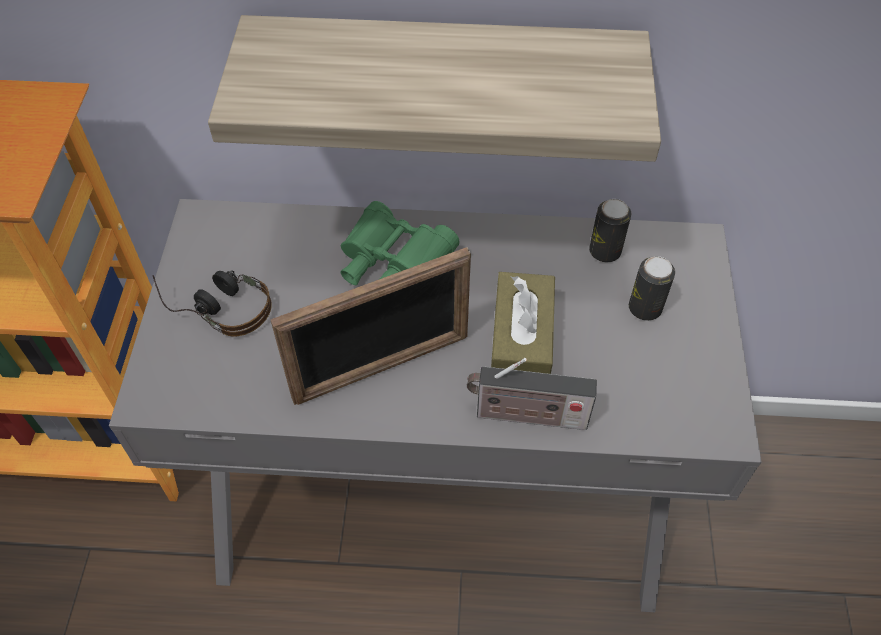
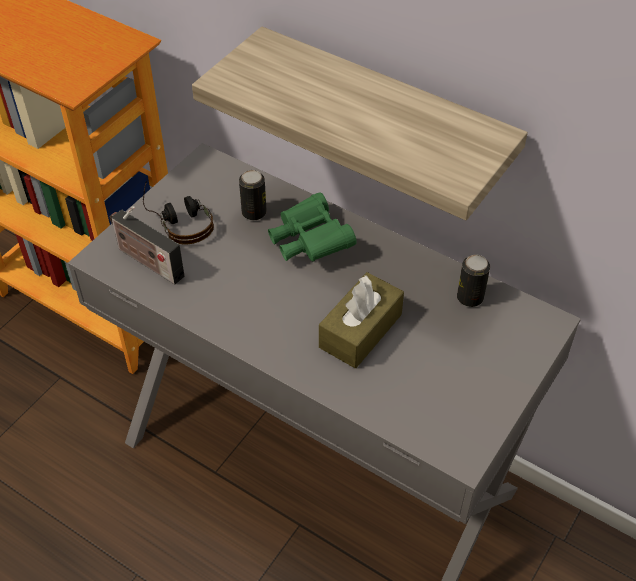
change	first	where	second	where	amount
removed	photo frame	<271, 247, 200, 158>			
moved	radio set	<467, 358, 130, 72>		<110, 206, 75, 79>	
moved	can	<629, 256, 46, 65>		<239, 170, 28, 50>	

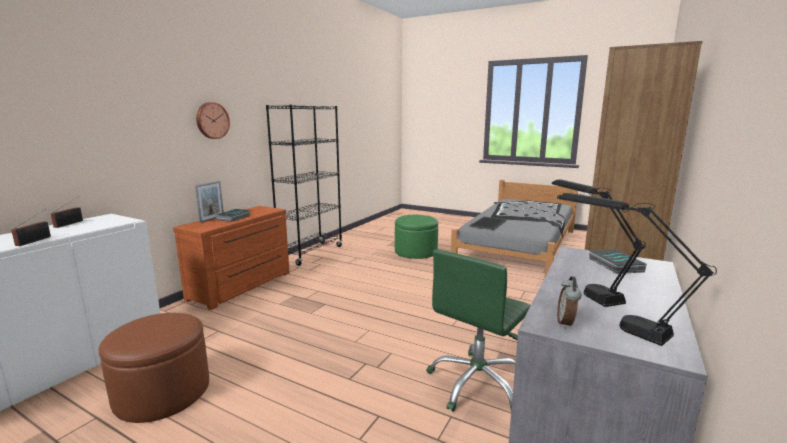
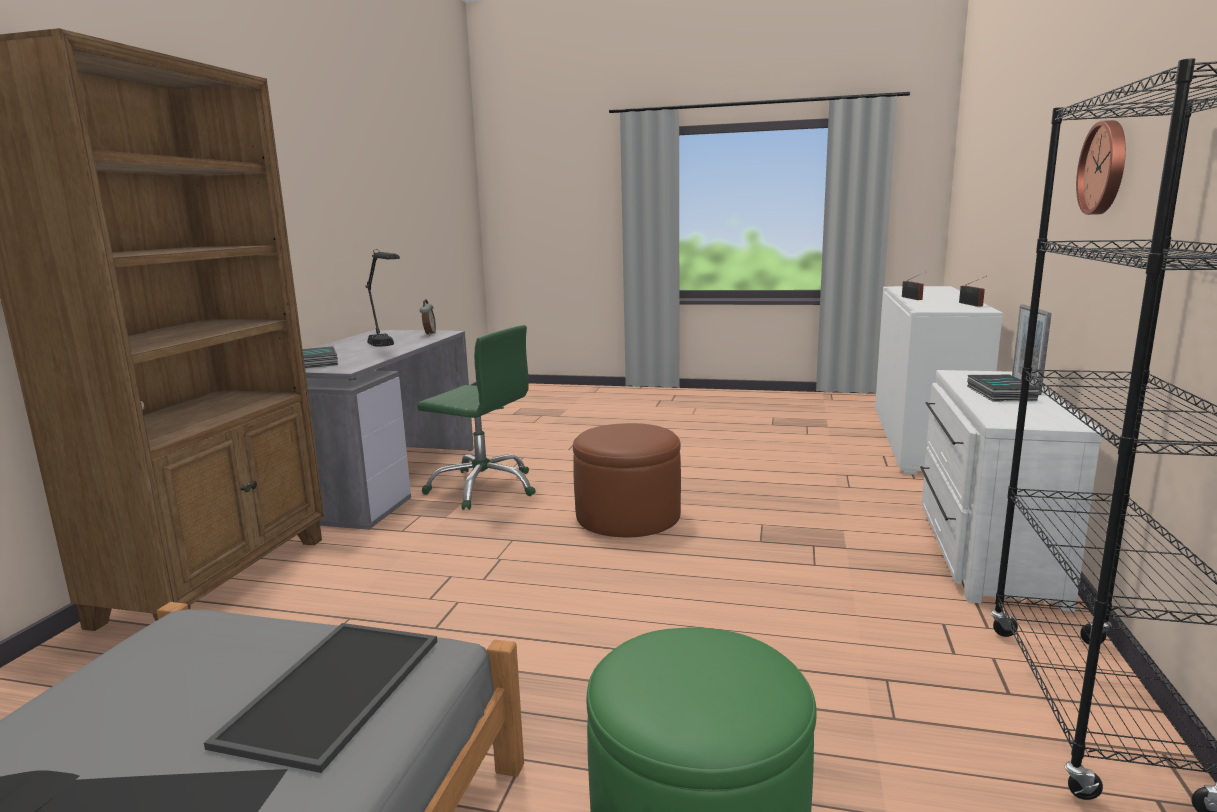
change	first	where	second	where	amount
removed	lamp for a table (blackish)	<557, 193, 160, 153>			
moved	pouffe (brownish)	<99, 313, 110, 110>		<573, 423, 108, 114>	
recoloured	dresser (brownish)	<173, 206, 117, 104>	dresser (white)	<920, 370, 184, 242>	
turned	computer chair (green)	<427, 249, 104, 163>		<417, 325, 119, 185>	90 degrees clockwise

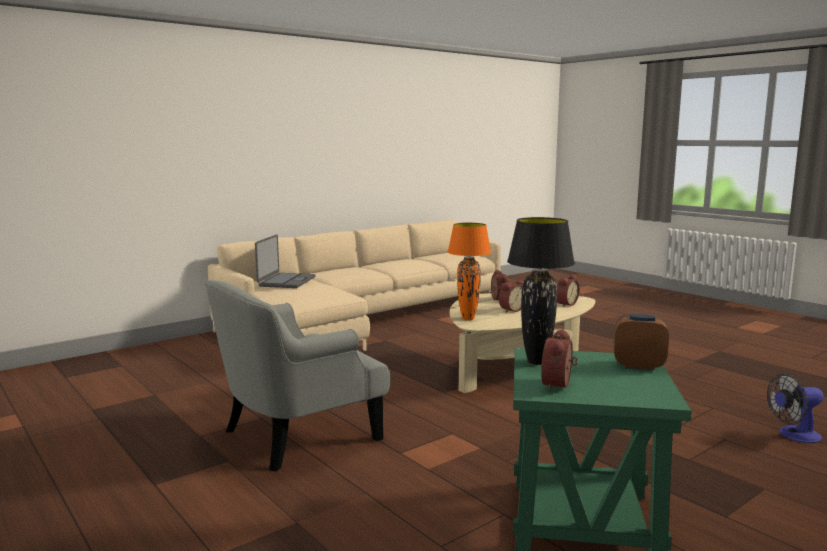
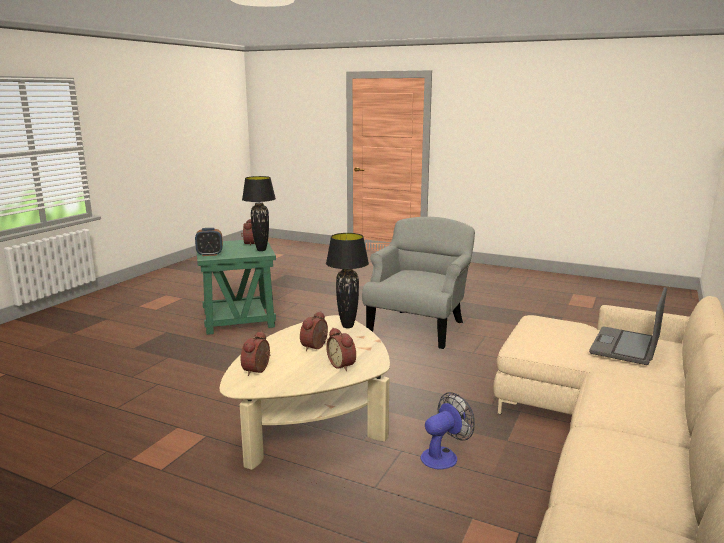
change	first	where	second	where	amount
moved	electric fan	<767, 373, 57, 70>		<420, 392, 55, 77>	
recoloured	lamp for a table (orange-coloured)	<448, 223, 43, 97>	lamp for a table (blackish)	<326, 233, 43, 95>	
turned	laptop	<255, 234, 60, 54>		<589, 287, 78, 78>	45 degrees clockwise

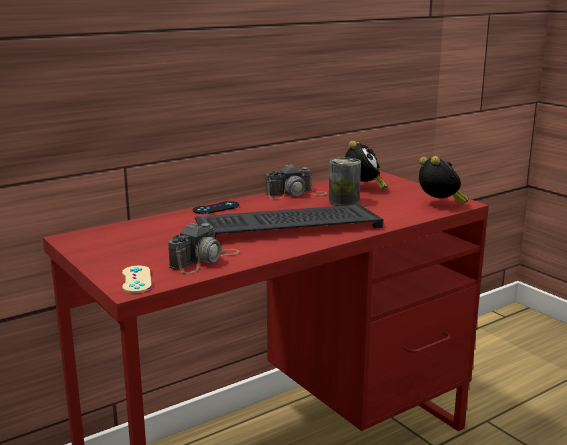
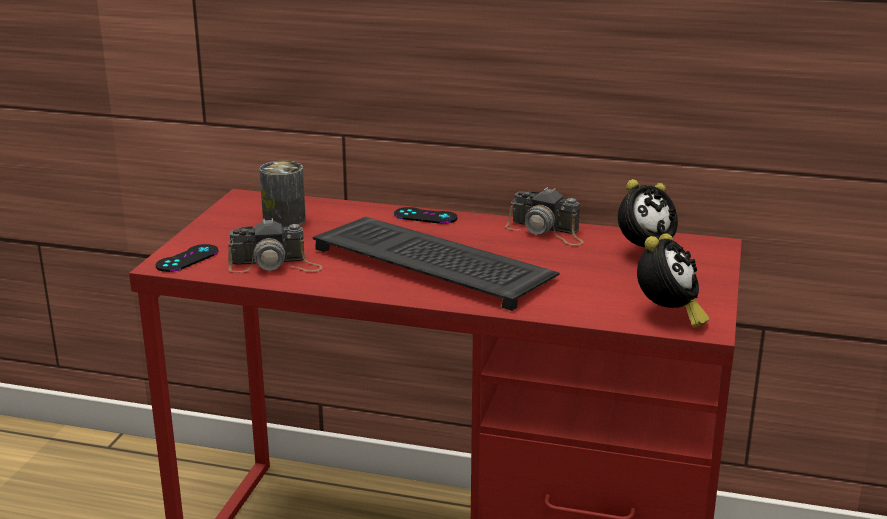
change	first	where	second	where	amount
moved	can	<329, 158, 32, 48>		<259, 161, 47, 66>	
recoloured	game controller (beige-coloured)	<122, 266, 30, 27>	game controller (blackish)	<155, 244, 64, 28>	

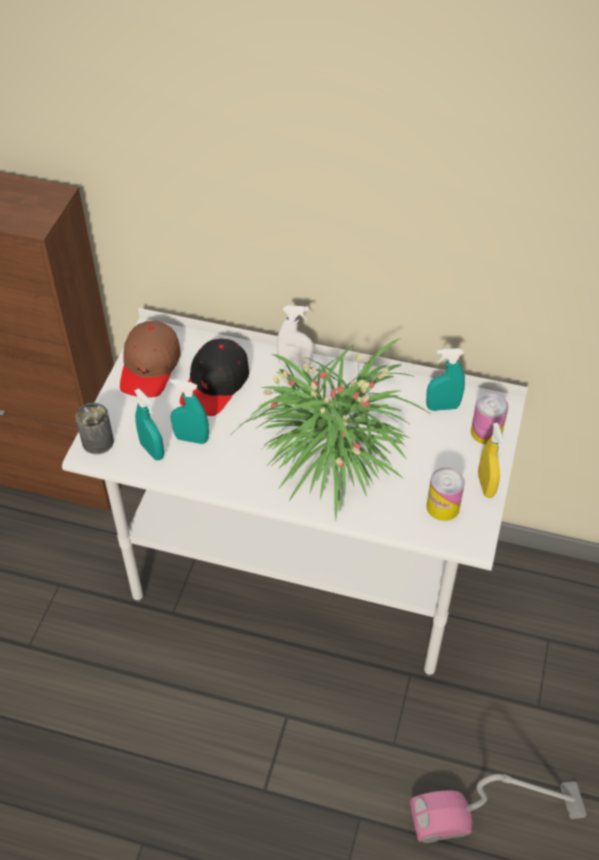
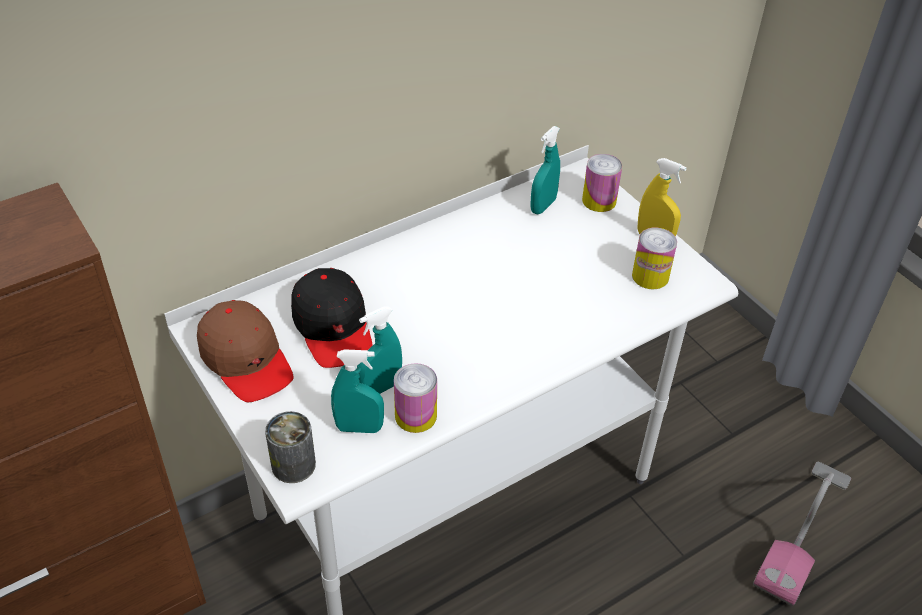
change	first	where	second	where	amount
removed	plant in a pot	<233, 338, 199, 183>			
removed	spray bottle (white)	<277, 305, 36, 63>			
added			can	<394, 363, 43, 70>	

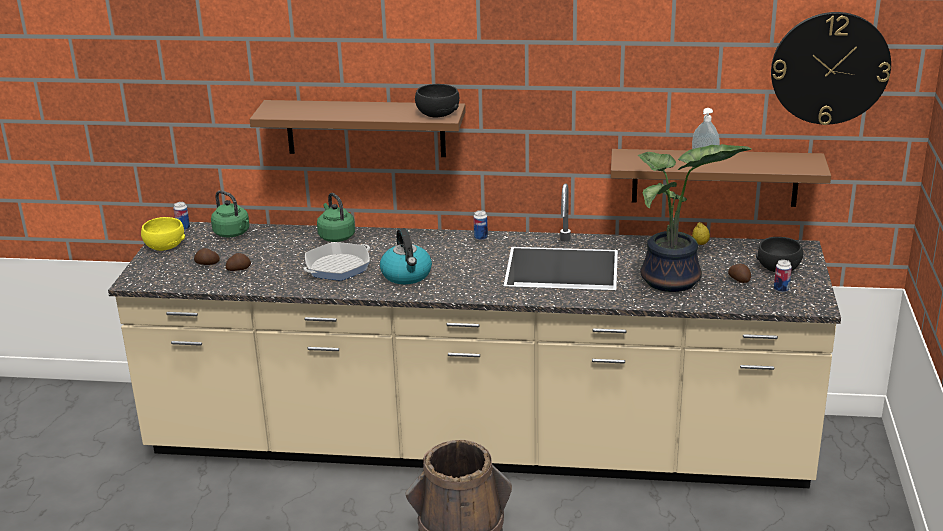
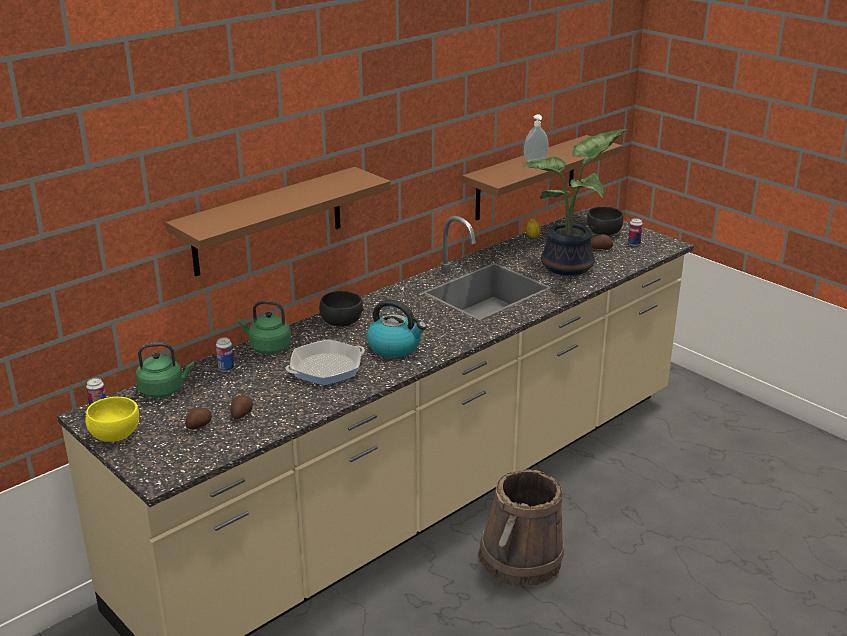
change	first	where	second	where	amount
removed	hanging clock	<771, 12, 120, 113>			
moved	bowl (blackish)	<415, 84, 44, 33>		<319, 291, 45, 36>	
moved	can	<473, 210, 15, 31>		<216, 337, 18, 35>	
turned	frying pan	<303, 242, 67, 39>		<285, 339, 80, 47>	60 degrees clockwise

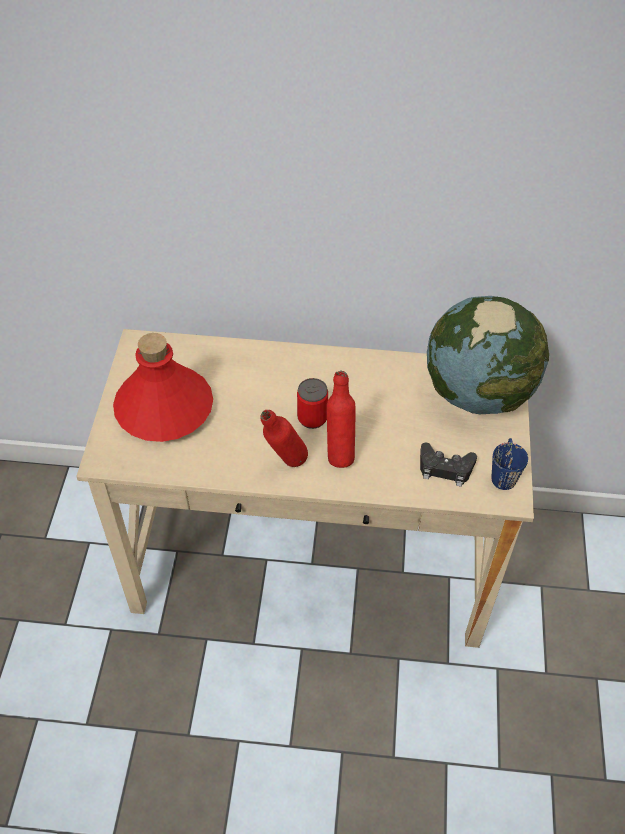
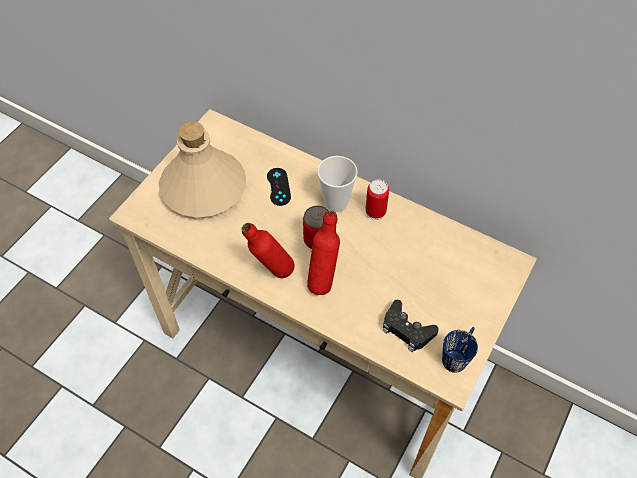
change	first	where	second	where	amount
removed	desk globe	<427, 296, 122, 118>			
added			game controller (blackish)	<267, 168, 24, 38>	
added			cup	<317, 156, 41, 56>	
added			can	<365, 180, 24, 40>	
recoloured	drink bottle (red)	<113, 333, 100, 109>	drink bottle (beige-coloured)	<159, 121, 87, 97>	

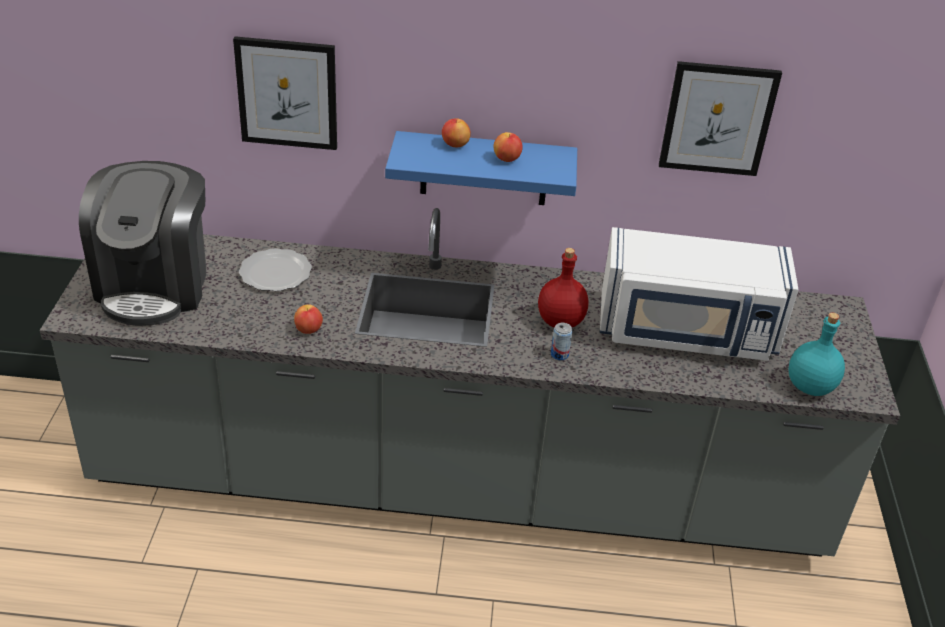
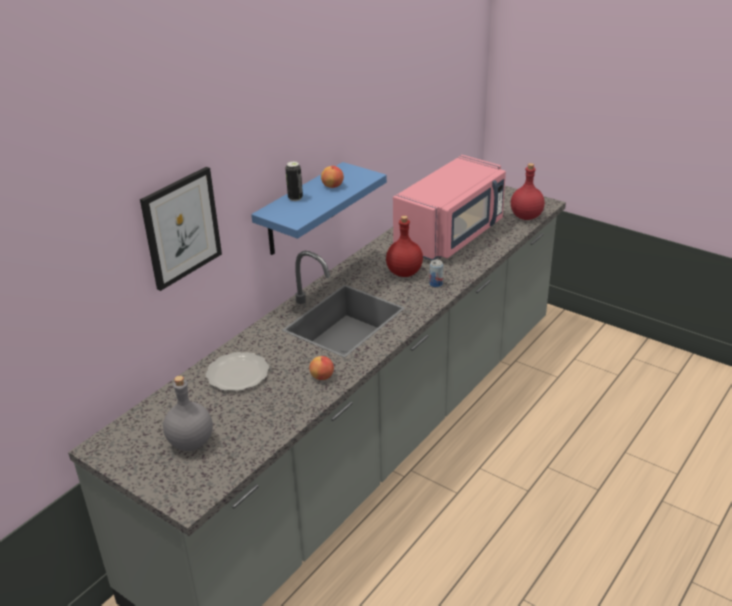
change	first	where	second	where	amount
removed	picture	<659, 61, 123, 115>			
replaced	coffee brewer	<79, 161, 127, 165>	drink bottle (greyish)	<163, 376, 50, 75>	
replaced	whole apple	<442, 118, 29, 29>	can	<285, 161, 18, 40>	
recoloured	microwave (white)	<600, 227, 199, 134>	microwave (pink)	<393, 155, 113, 106>	
recoloured	drink bottle (blue-green)	<788, 312, 57, 84>	drink bottle (red)	<511, 163, 34, 57>	

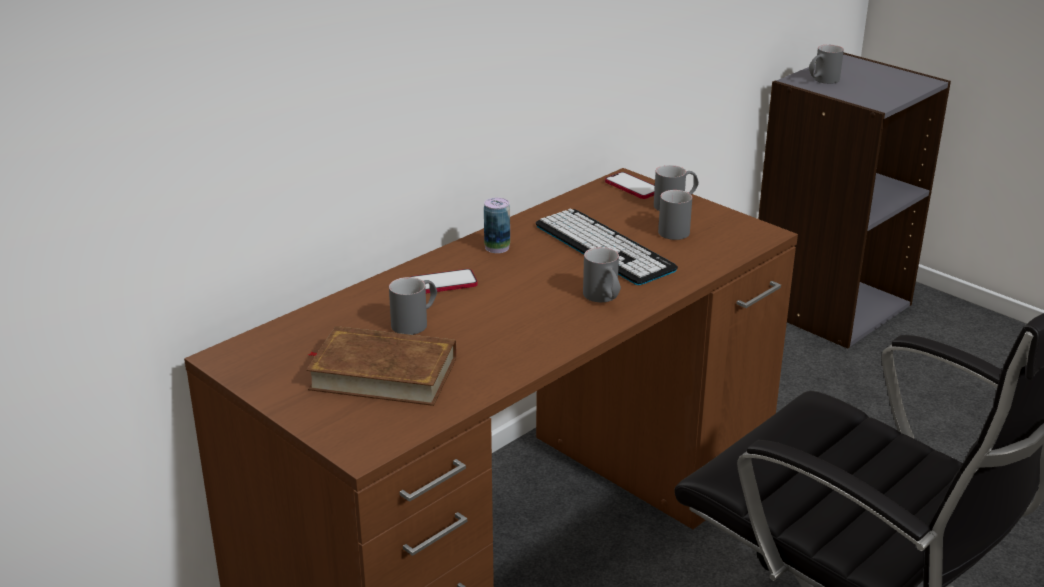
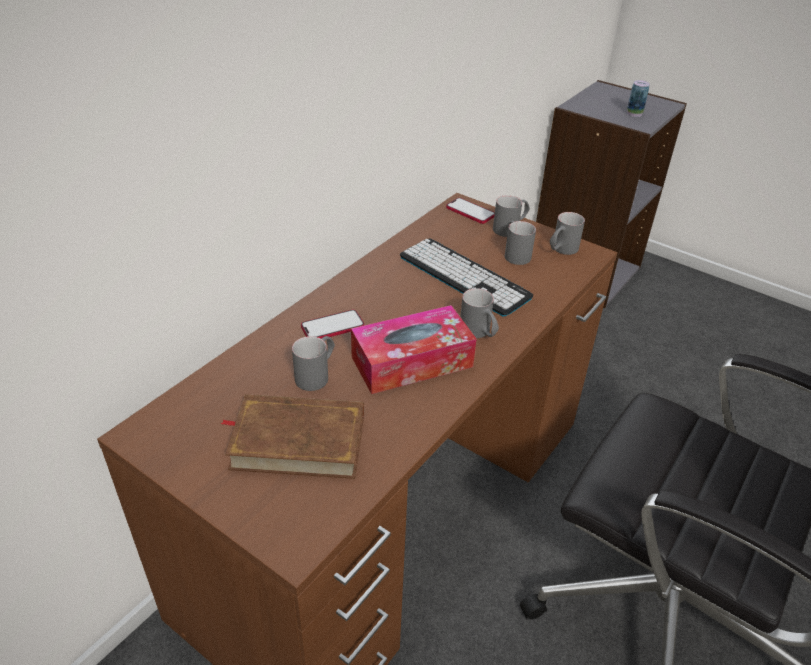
change	first	where	second	where	amount
added			box of tissues	<351, 305, 125, 89>	
moved	can	<484, 198, 26, 55>		<627, 80, 23, 37>	
moved	tea mug (greyish)	<809, 45, 35, 39>		<550, 212, 35, 43>	

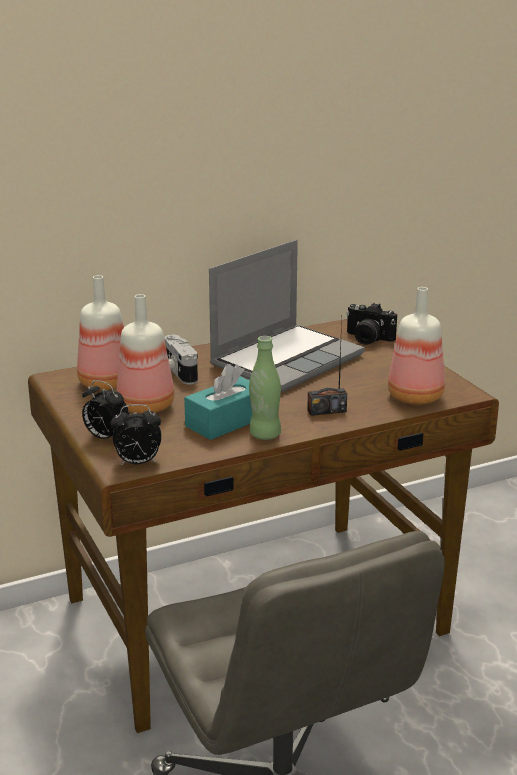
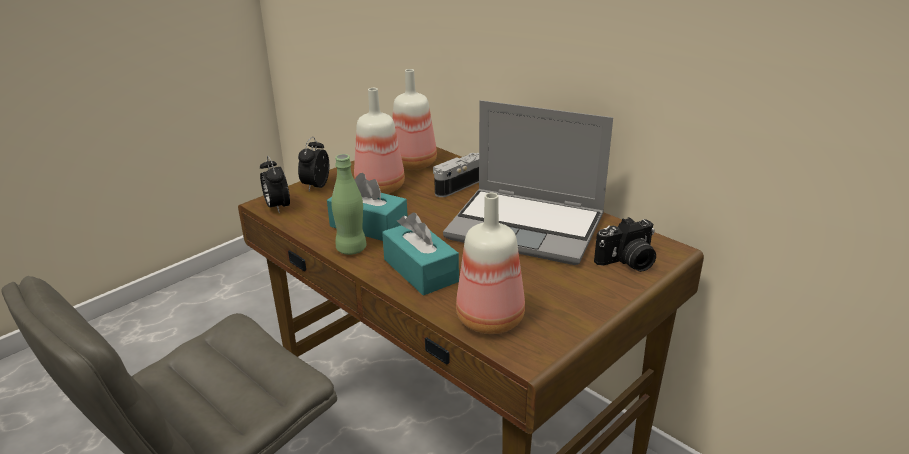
change	first	where	second	where	amount
replaced	radio set	<307, 319, 40, 97>	box of tissues (blue-green)	<382, 213, 77, 83>	
turned	still camera	<346, 303, 51, 42>		<594, 217, 62, 55>	120 degrees counterclockwise

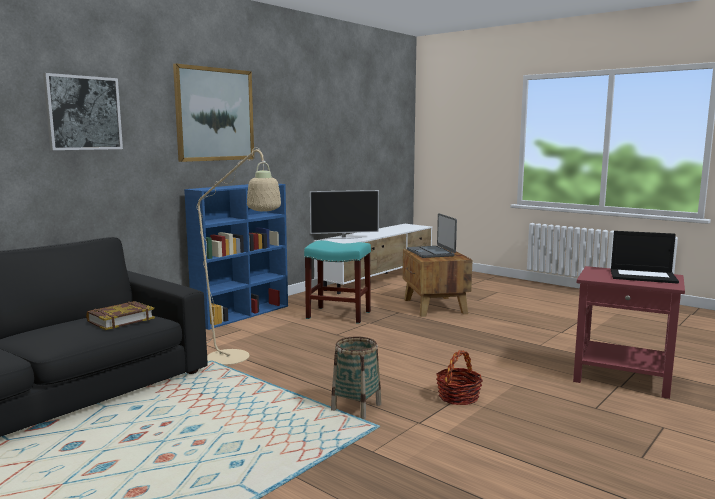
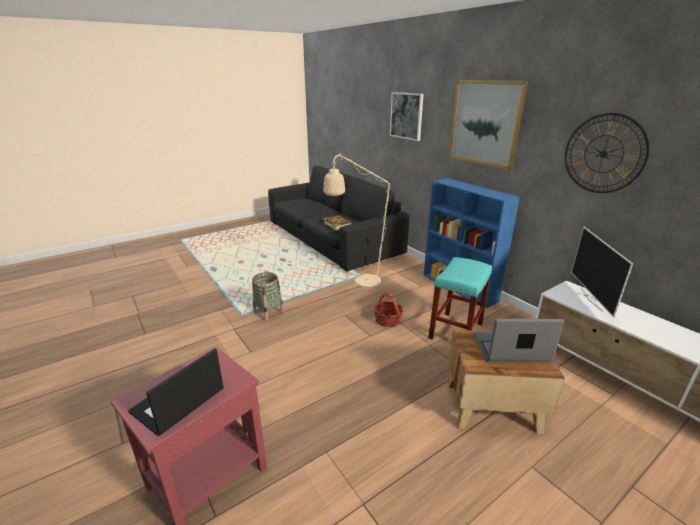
change	first	where	second	where	amount
added			hanging clock	<565, 113, 84, 80>	
moved	storage basket	<436, 350, 47, 55>		<374, 293, 29, 34>	

